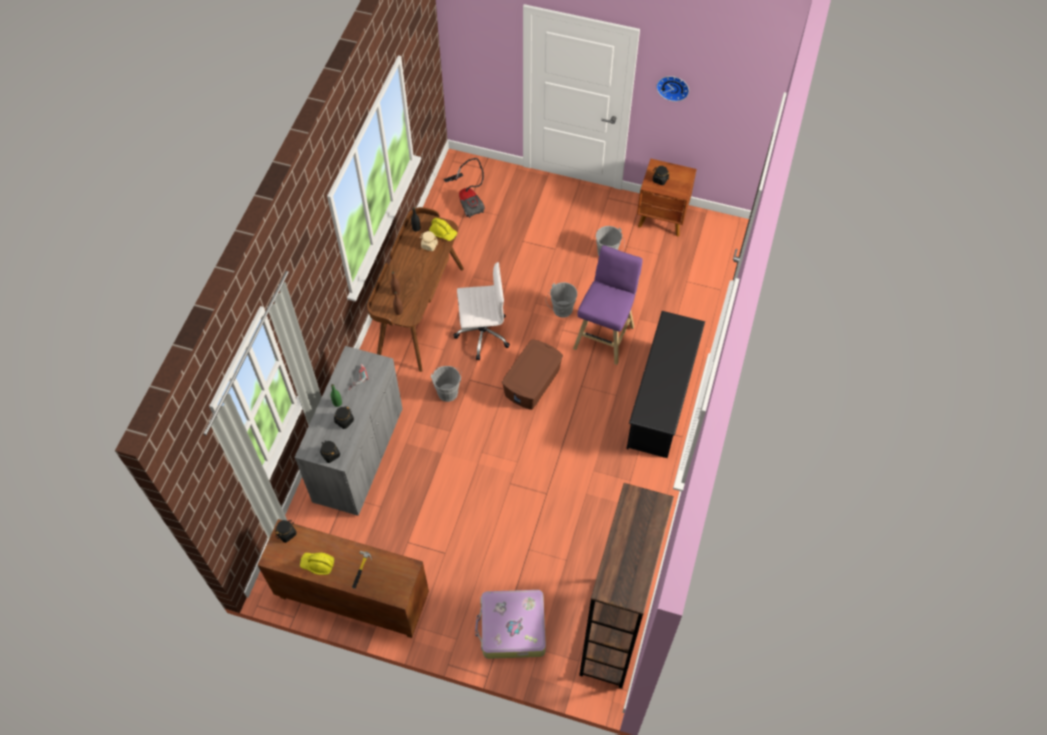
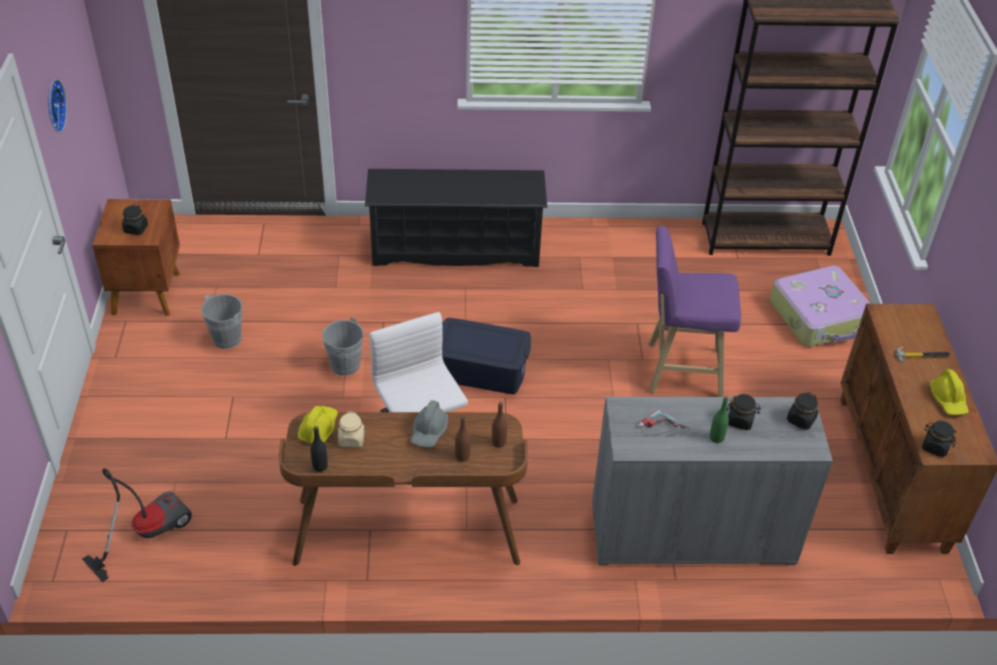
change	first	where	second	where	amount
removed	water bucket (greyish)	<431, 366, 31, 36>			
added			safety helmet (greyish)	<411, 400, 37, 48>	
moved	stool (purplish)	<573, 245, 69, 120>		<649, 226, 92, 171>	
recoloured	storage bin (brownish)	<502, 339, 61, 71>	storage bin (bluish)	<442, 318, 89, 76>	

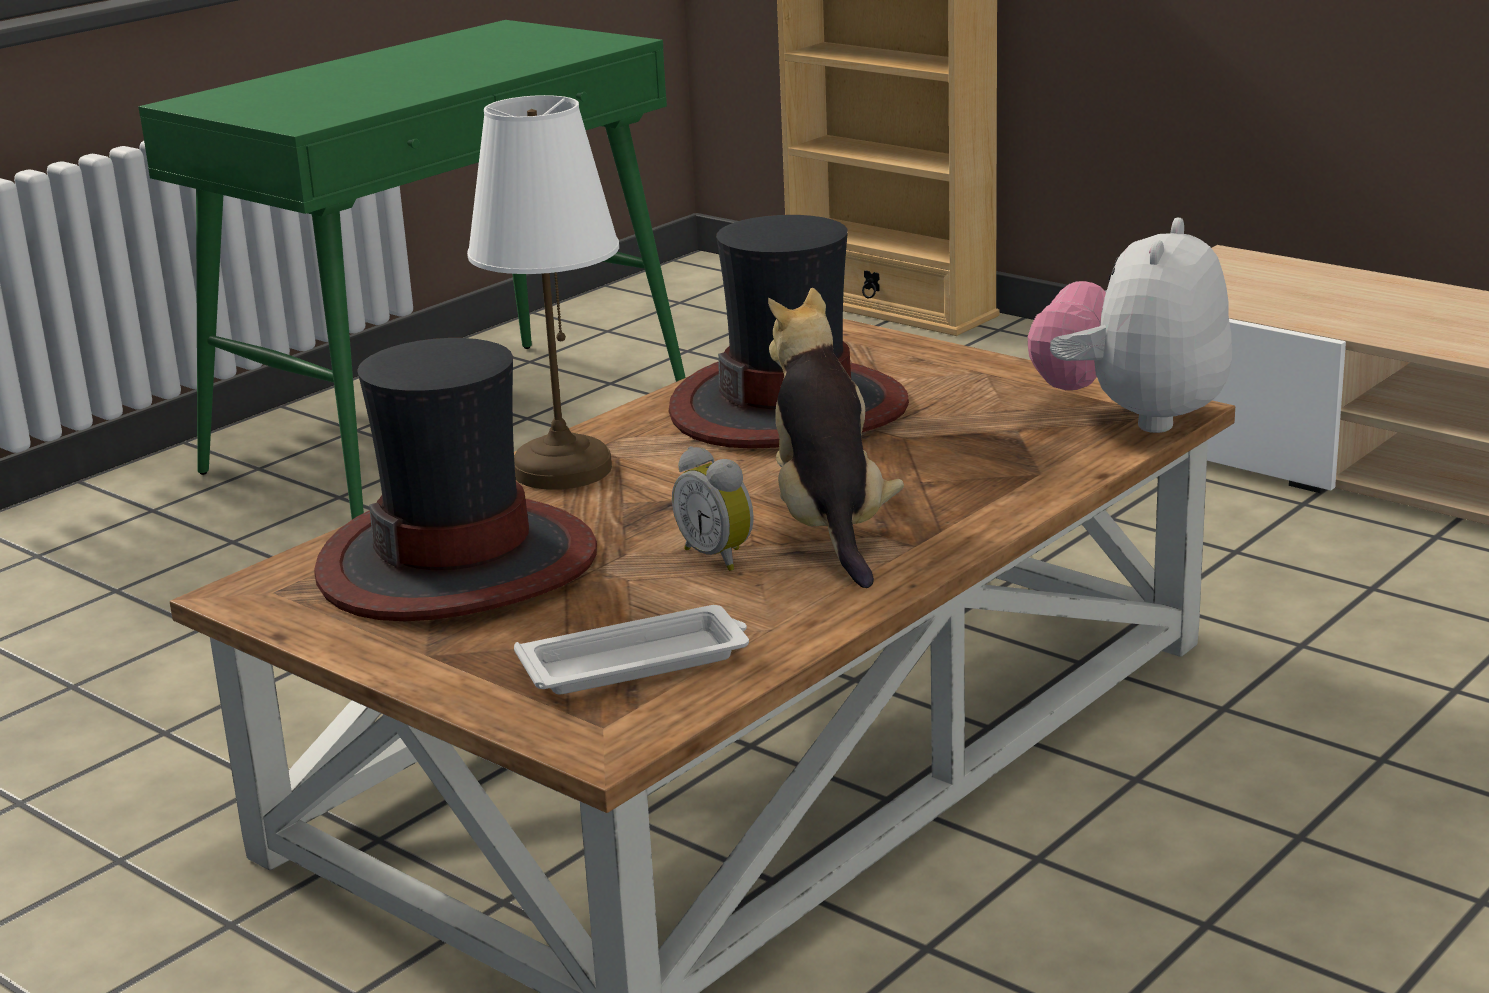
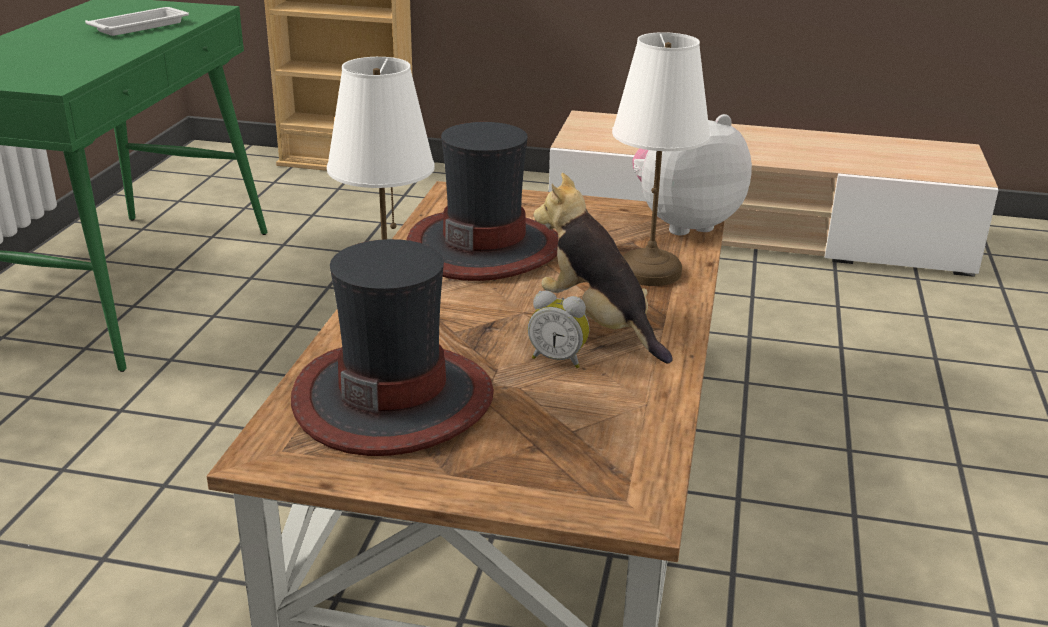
change	first	where	second	where	amount
added			lamp for a table (white)	<612, 32, 99, 254>	
moved	tray (white)	<514, 605, 235, 89>		<85, 7, 104, 29>	
turned	soft toy	<1028, 218, 204, 215>		<632, 114, 120, 121>	75 degrees clockwise

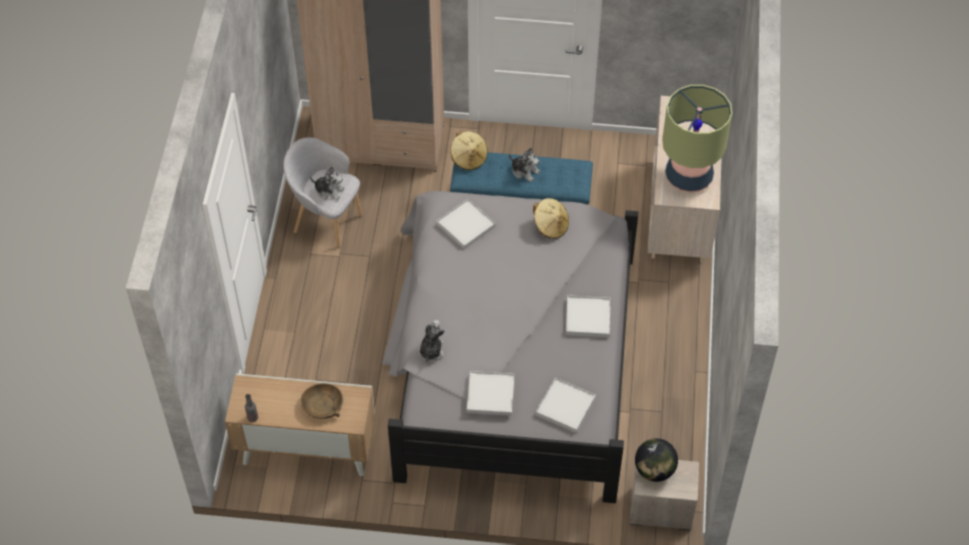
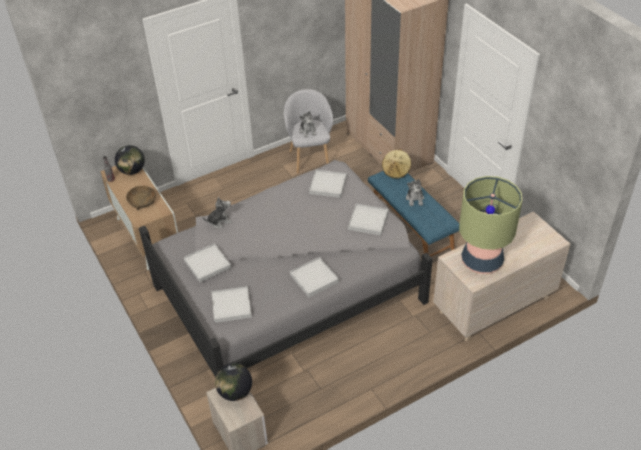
change	first	where	second	where	amount
added			desk globe	<115, 145, 30, 30>	
replaced	hat (beige-coloured)	<533, 198, 36, 41>	tray (white)	<348, 204, 40, 31>	

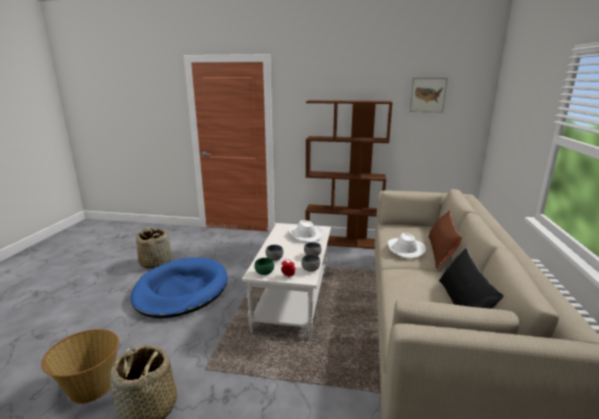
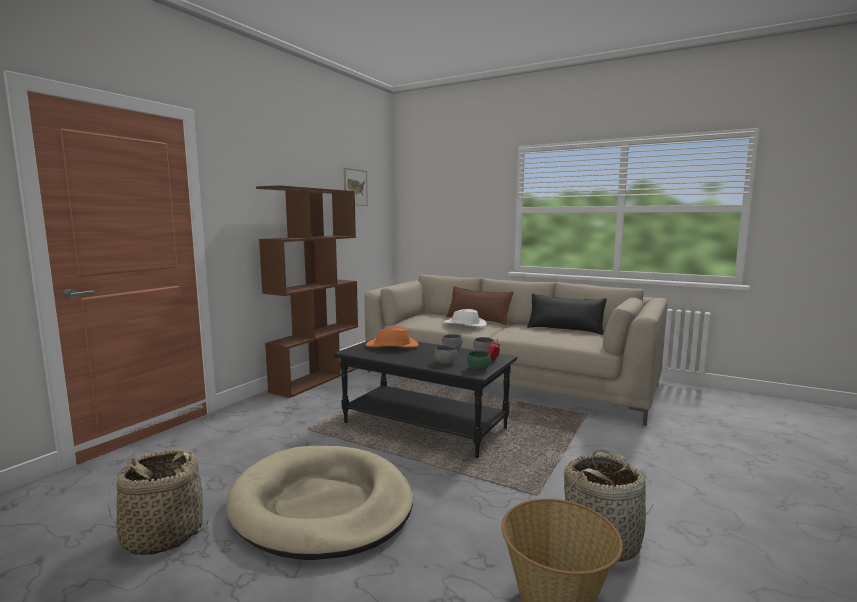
change	first	where	second	where	amount
recoloured	pet bed (bluish)	<131, 258, 96, 60>	pet bed (beige-coloured)	<227, 446, 186, 114>	
recoloured	low table (white)	<242, 223, 89, 116>	low table (blackish)	<334, 339, 183, 119>	
recoloured	hat (white)	<288, 220, 36, 23>	hat (orange-coloured)	<365, 327, 54, 21>	

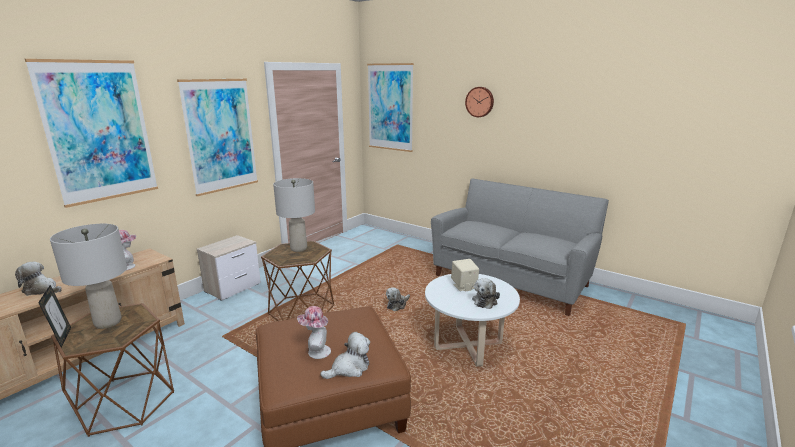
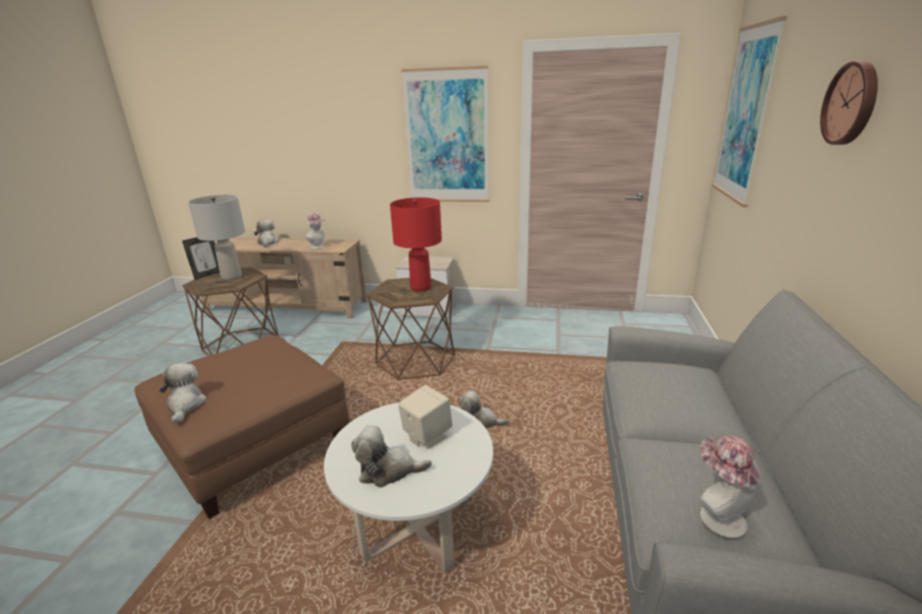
change	first	where	second	where	amount
removed	picture	<25, 59, 133, 149>			
moved	hat	<297, 306, 34, 53>		<700, 436, 61, 102>	
recoloured	lamp for a table (greyish)	<273, 178, 42, 74>	lamp for a table (red)	<390, 197, 52, 95>	
turned	soft toy	<320, 332, 50, 47>		<159, 363, 48, 61>	135 degrees counterclockwise

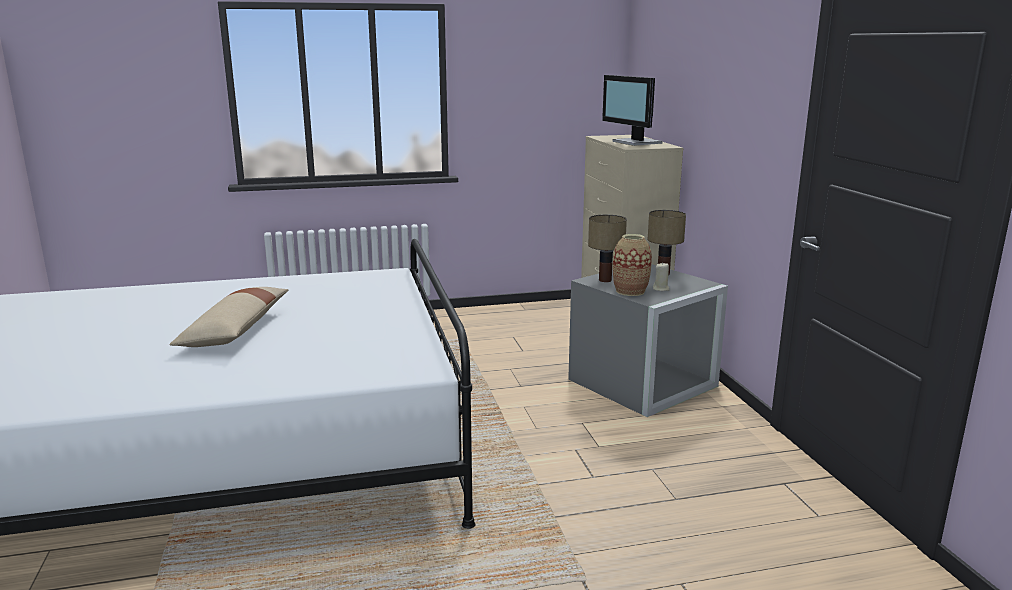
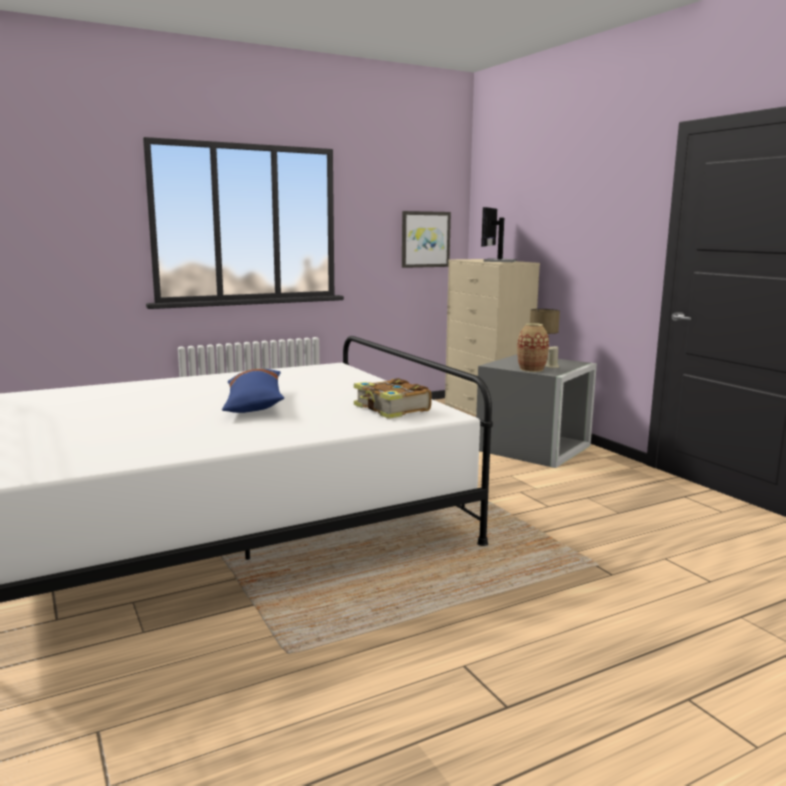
change	first	where	second	where	amount
removed	lamp for a table	<588, 215, 39, 67>			
added			volume	<354, 378, 78, 41>	
added			picture	<402, 211, 49, 57>	
recoloured	throw pillow (beige-coloured)	<169, 287, 119, 60>	throw pillow (bluish)	<222, 369, 62, 44>	
turned	monitor	<602, 75, 61, 71>		<481, 207, 35, 55>	60 degrees clockwise

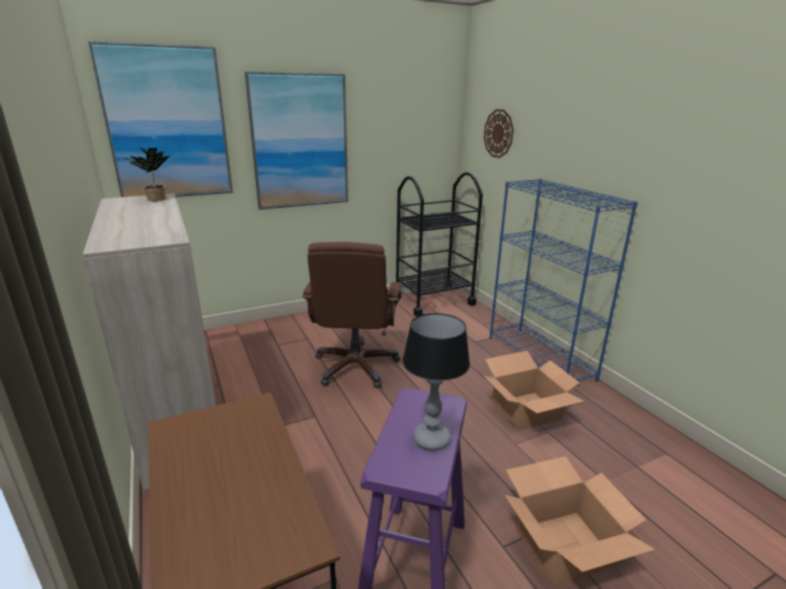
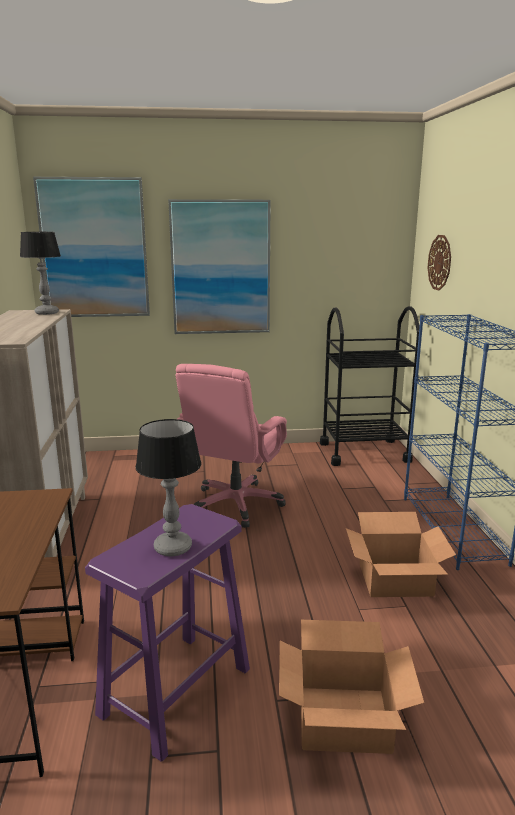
change	first	where	second	where	amount
replaced	plant in a pot	<124, 147, 47, 54>	lamp for a table	<20, 232, 41, 83>	
recoloured	computer chair (brownish)	<302, 242, 98, 146>	computer chair (pink)	<176, 364, 111, 164>	

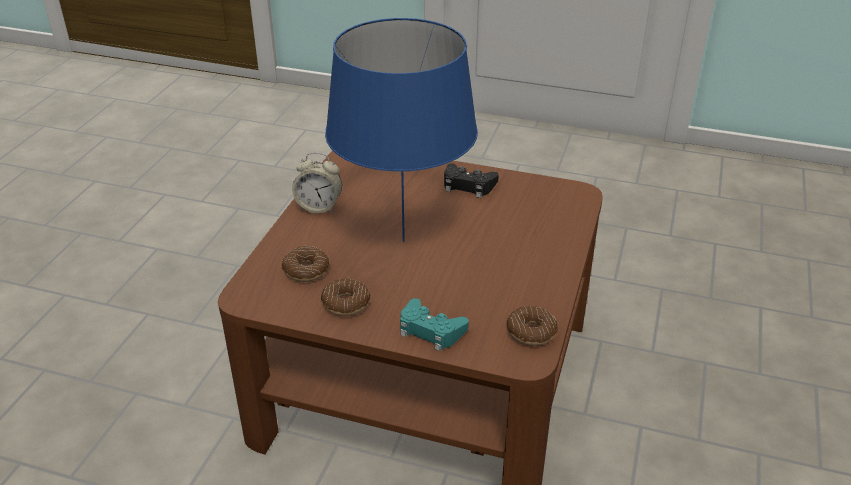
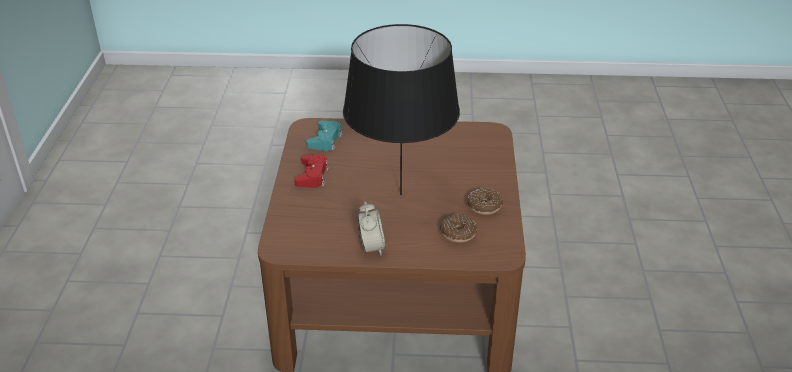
change	first	where	second	where	amount
removed	donut	<506, 306, 52, 40>			
moved	game controller (blue-green)	<400, 298, 69, 53>		<306, 120, 37, 31>	
recoloured	lamp for a table (bluish)	<325, 18, 153, 224>	lamp for a table (blackish)	<343, 24, 117, 171>	
recoloured	game controller (blackish)	<444, 163, 55, 35>	game controller (red)	<294, 154, 35, 34>	

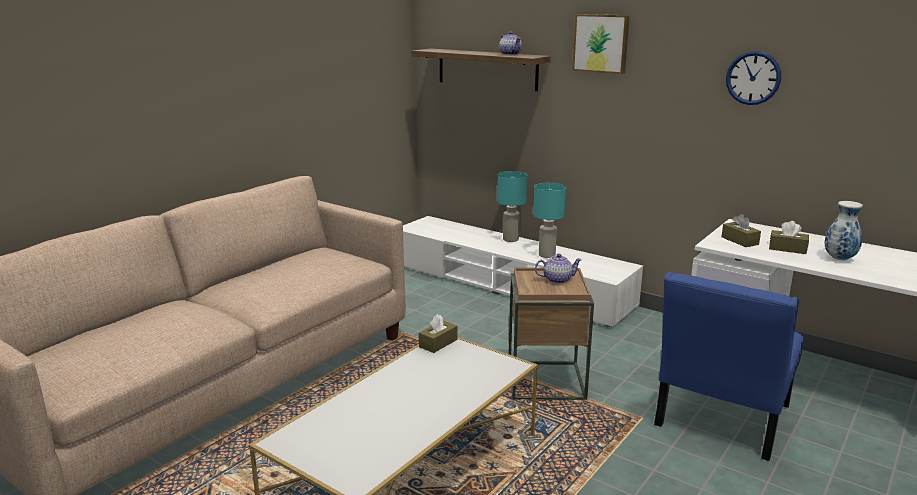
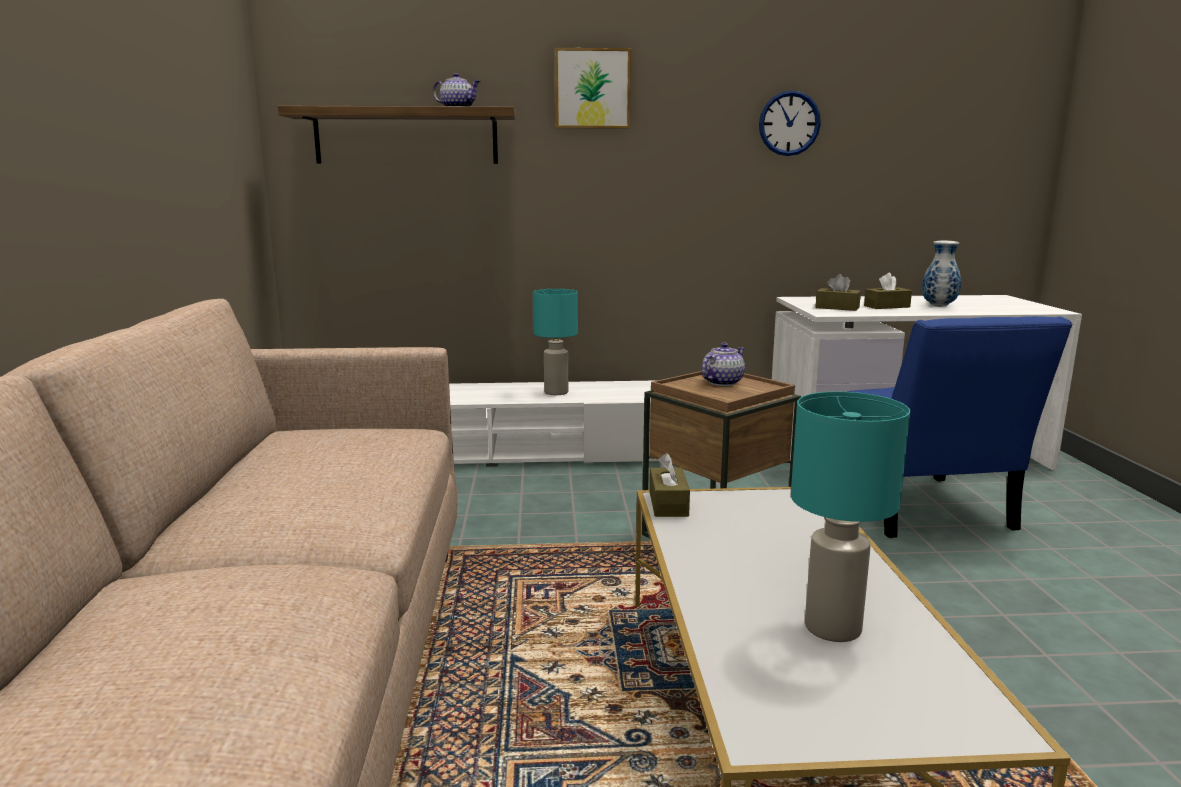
change	first	where	second	where	amount
moved	lamp for a table (blue-green)	<497, 171, 31, 71>		<791, 391, 119, 251>	

